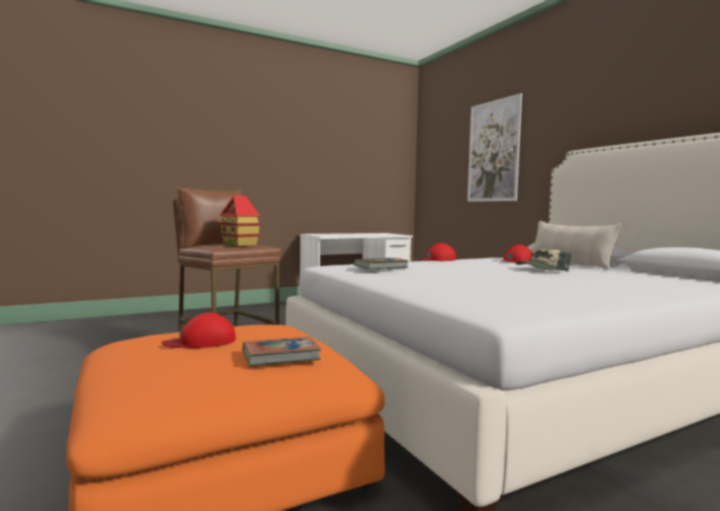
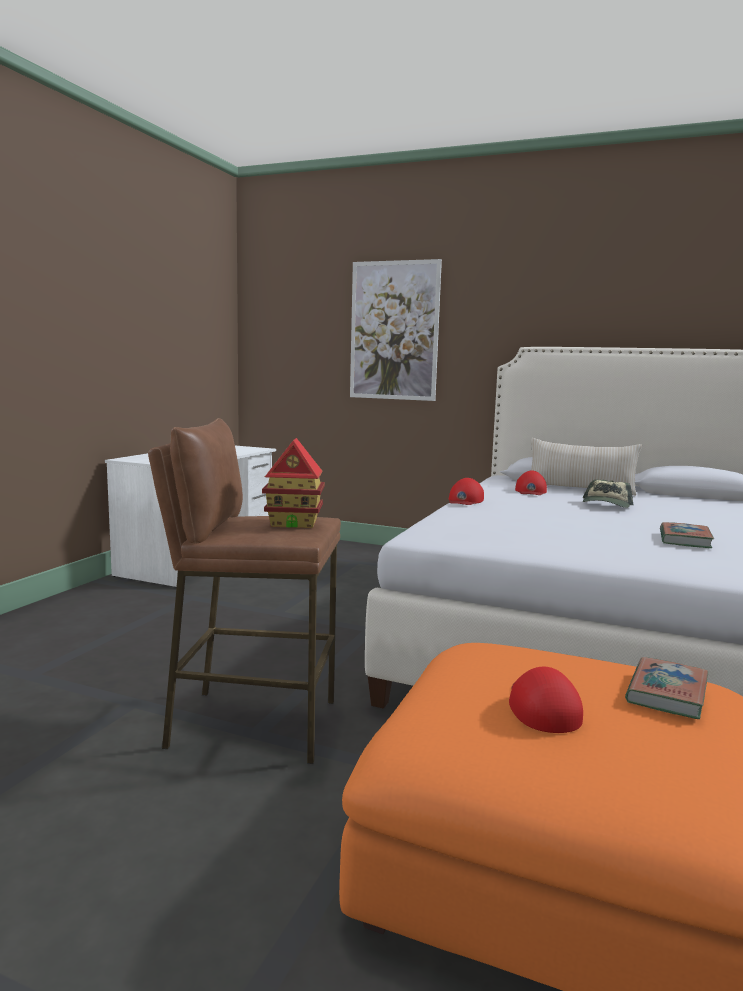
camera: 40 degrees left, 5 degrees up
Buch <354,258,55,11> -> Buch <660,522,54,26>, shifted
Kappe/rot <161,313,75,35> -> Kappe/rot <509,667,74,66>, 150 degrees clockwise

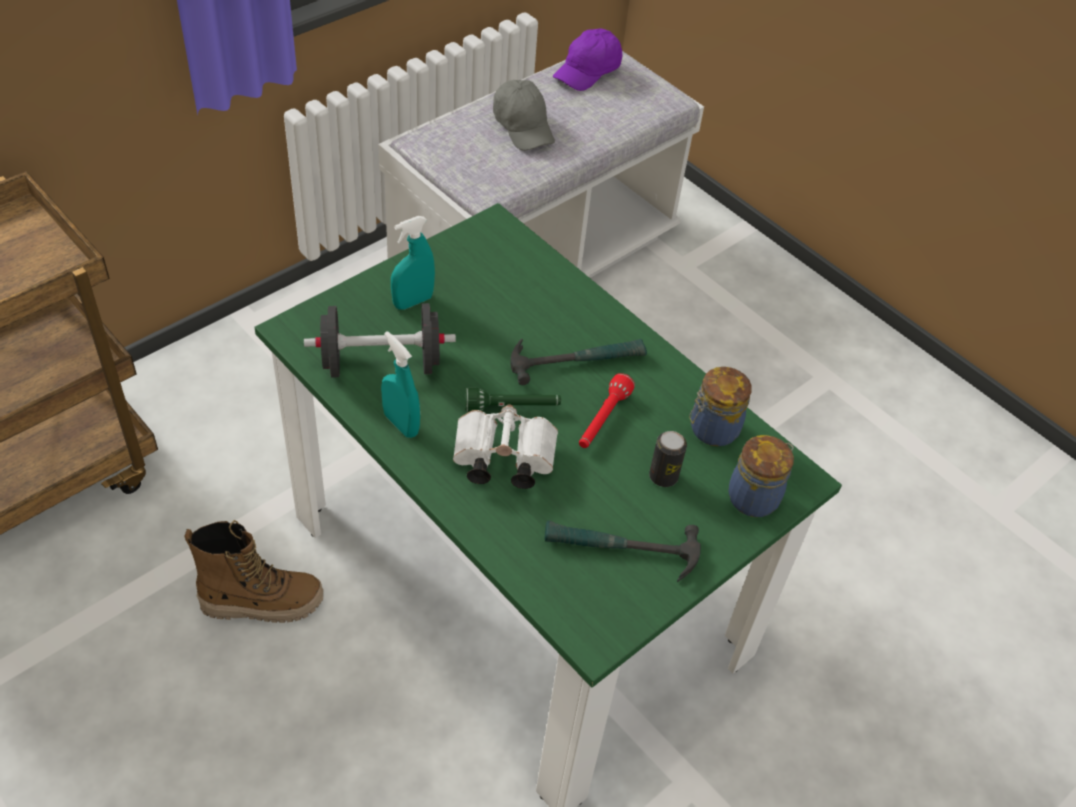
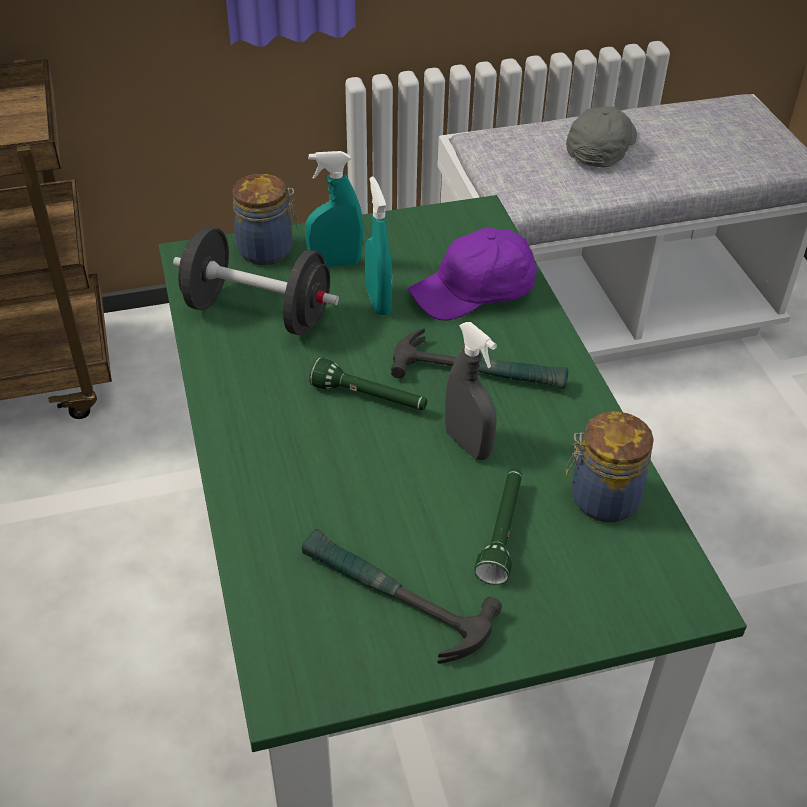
camera: 30 degrees right, 5 degrees down
Stiefel <184,520,139,103> -> none
Fernglas/weiß <453,404,105,85> -> none
Sprühflasche/türkis <381,331,39,107> -> Sprühflasche/türkis <365,177,27,138>, shifted
Kappe/lila <553,28,69,63> -> Kappe/lila <408,228,129,92>, shifted
Vorratsglas <728,435,66,82> -> Vorratsglas <232,174,66,91>, shifted
Taschenlampe/rot <579,373,56,75> -> Sprühflasche/grau <445,322,52,138>
Dose <649,431,38,56> -> Taschenlampe/grün <475,469,47,116>
Kappe/grau <493,80,62,71> -> Kappe/grau <566,106,71,61>, 150 degrees counterclockwise

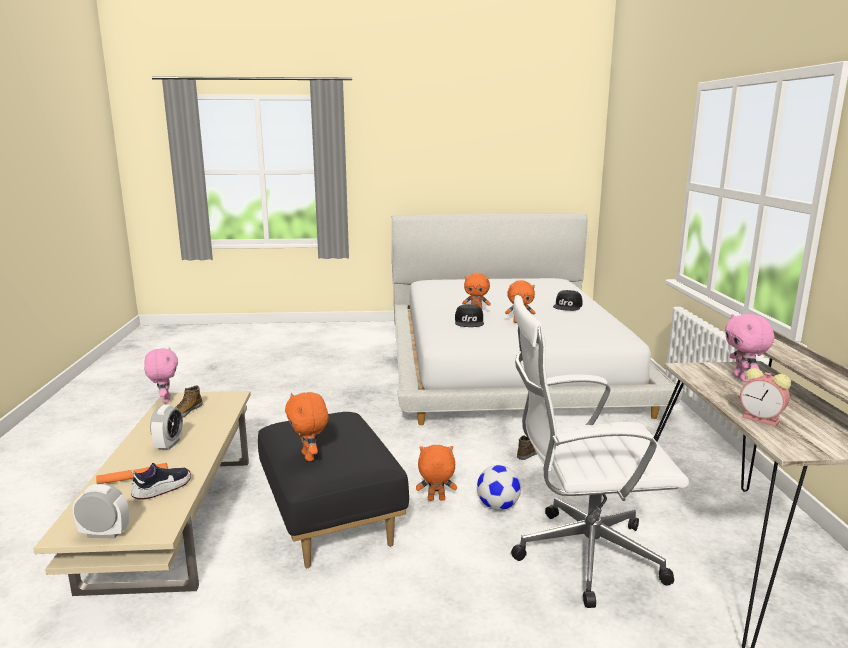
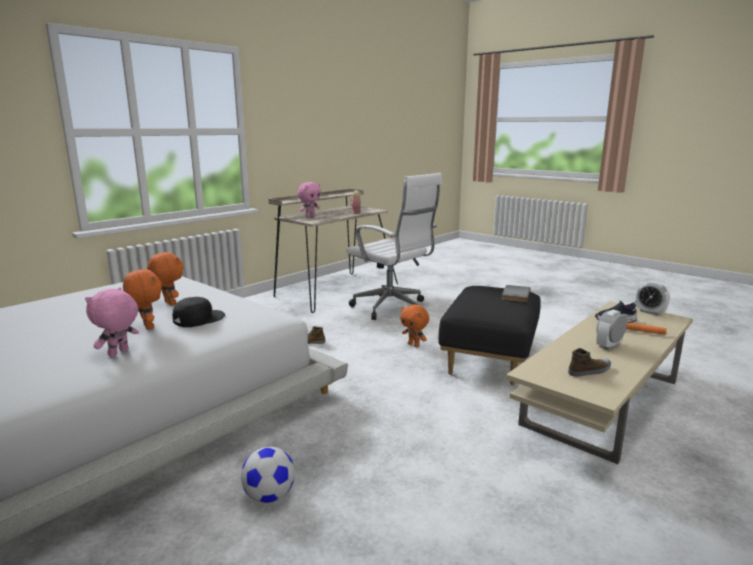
camera: 135 degrees left, 0 degrees up
Kappe/schwarz <553,290,30,21> -> none
Plüschtier/rosa <144,347,34,56> -> Plüschtier/rosa <85,287,54,70>, shifted
Fußball <477,465,44,45> -> Fußball <241,447,54,56>, shifted
Plüschtier/orange <285,392,44,69> -> Buch/grau <502,285,29,17>

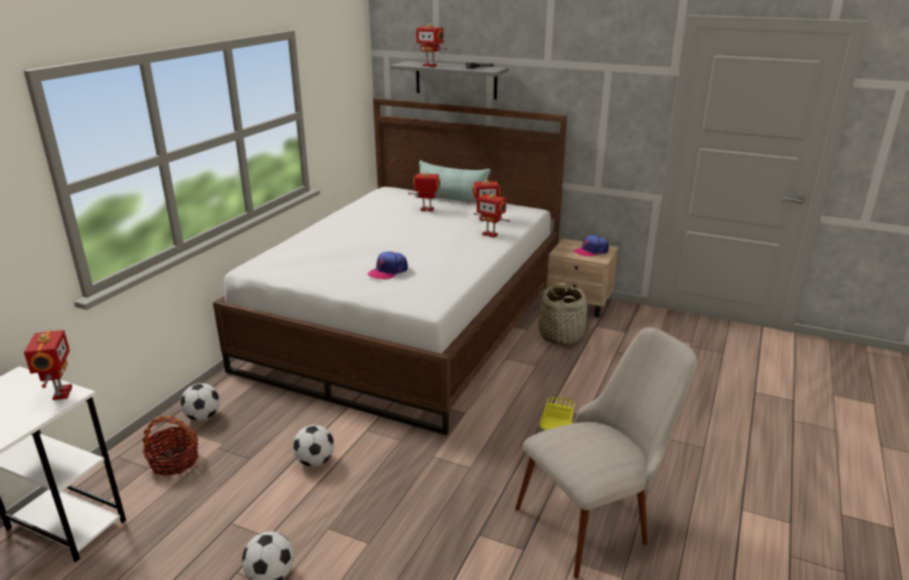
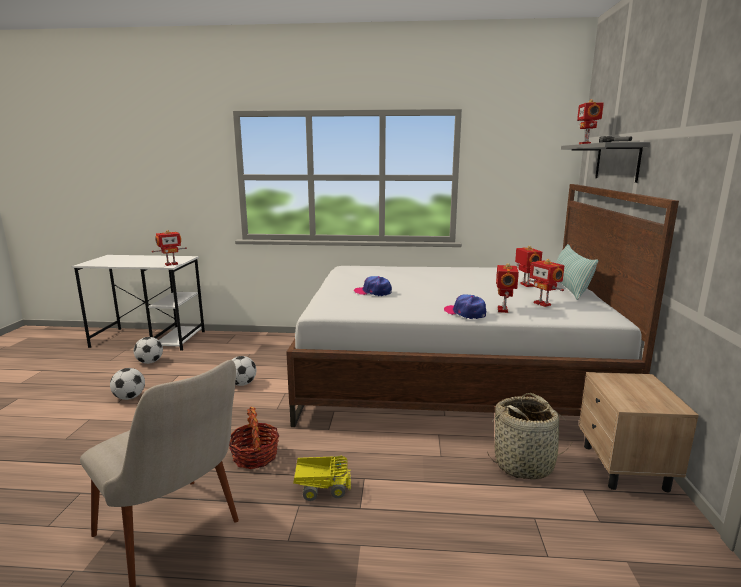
camera: 70 degrees right, 10 degrees down
Korb <142,416,56,60> -> Korb <229,407,50,62>, shifted
Fußball <180,383,40,38> -> Fußball <134,337,29,27>, shifted
Kappe <574,235,35,22> -> Kappe <444,295,42,24>, shifted

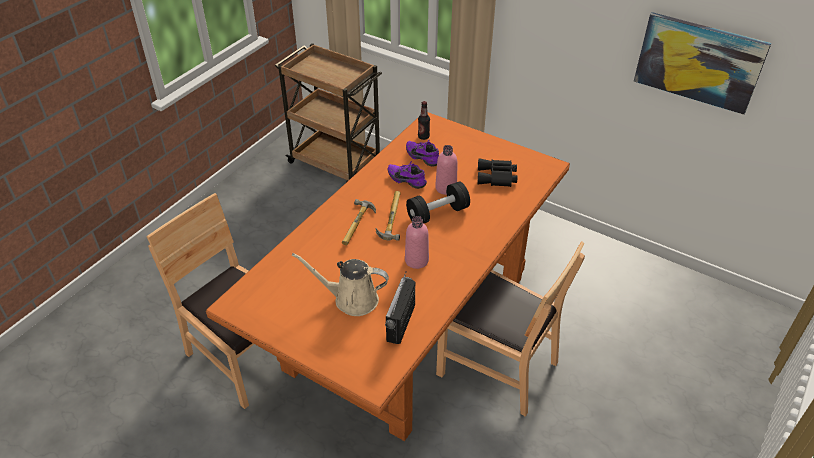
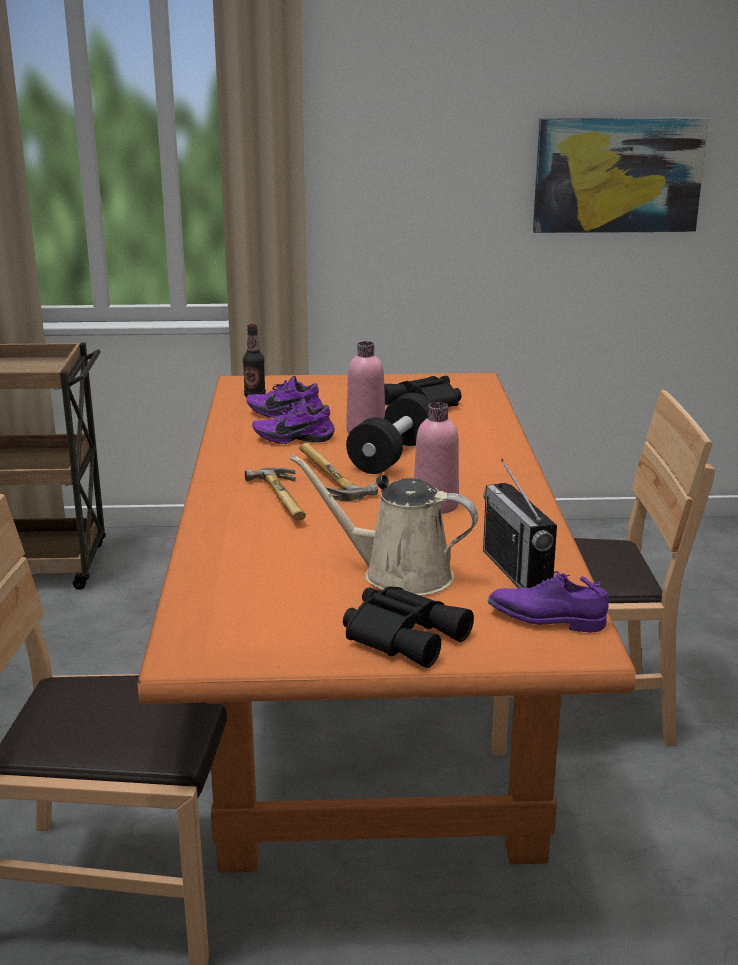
camera: 35 degrees left, 20 degrees down
none -> Fernglas/schwarz <343,586,131,82>
none -> Schuh/lila <488,571,121,62>
Gießkanne/beige <292,253,97,63> -> Gießkanne/beige <290,455,188,141>, 45 degrees clockwise

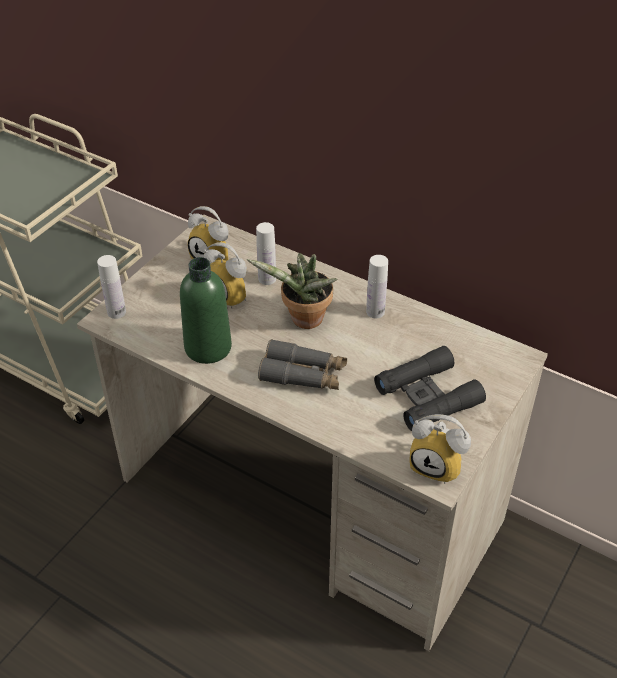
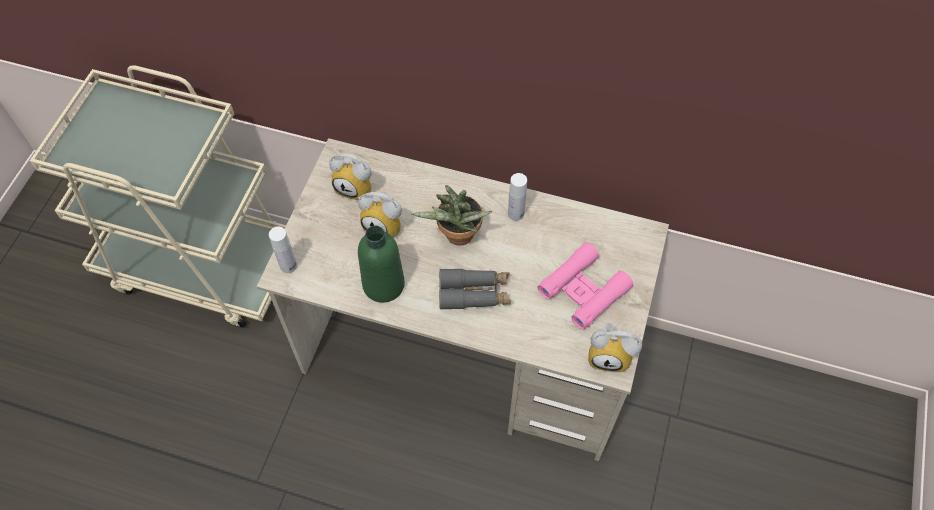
camera: 15 degrees left, 15 degrees up
Flasche/weiß <256,222,20,63> -> none
Fernglas/schwarz <374,346,112,85> -> Fernglas/rosa <537,242,97,88>

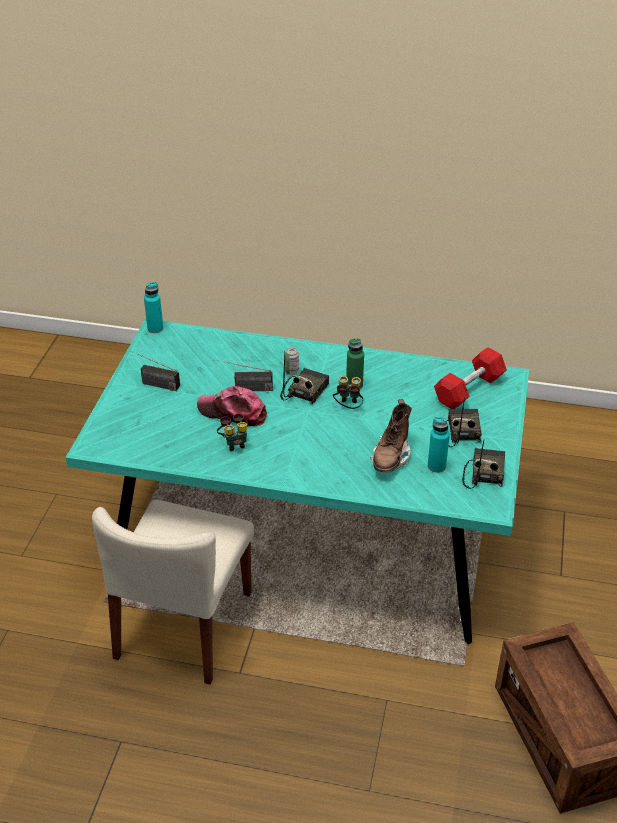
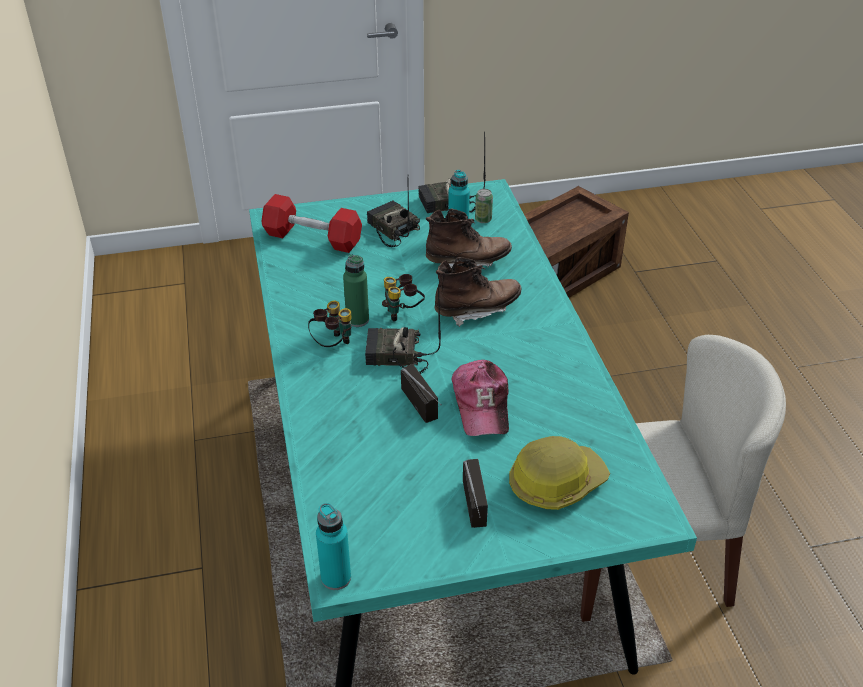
camera: 115 degrees left, 0 degrees up
none -> Stiefel/braun <435,257,87,70>
none -> Schutzhelm <509,436,101,74>
Fernglas <217,413,31,38> -> Fernglas <308,301,44,46>, shifted
Dose <285,348,14,27> -> Dose <475,189,18,34>, shifted
Radio <447,397,35,50> -> Radio <367,184,53,63>, 75 degrees clockwise

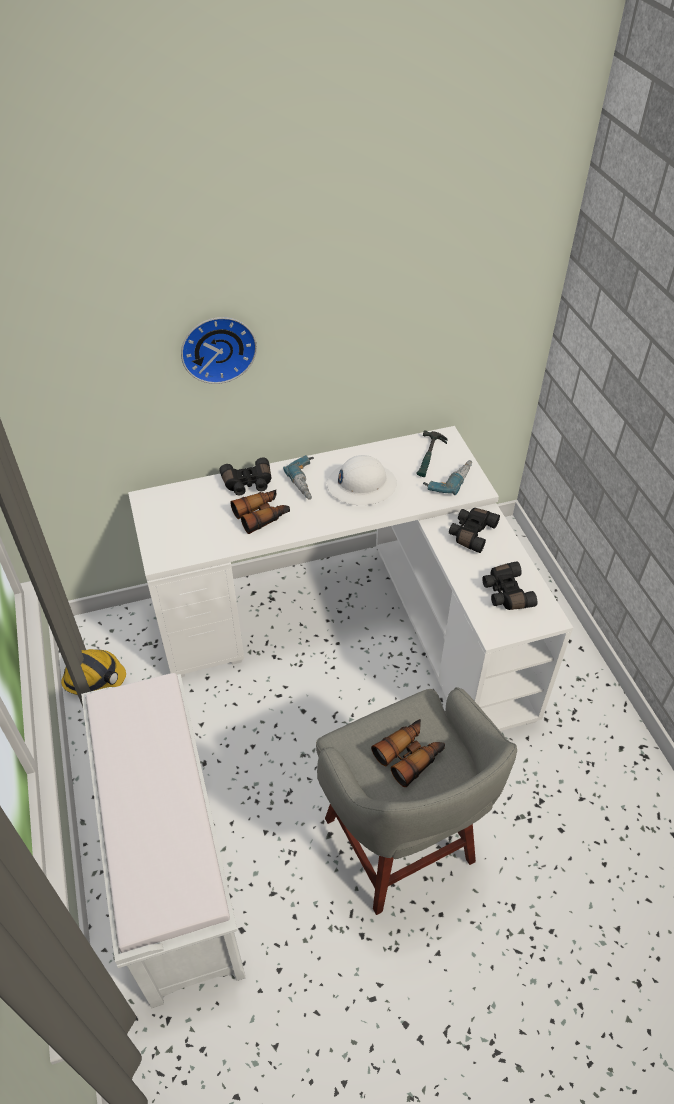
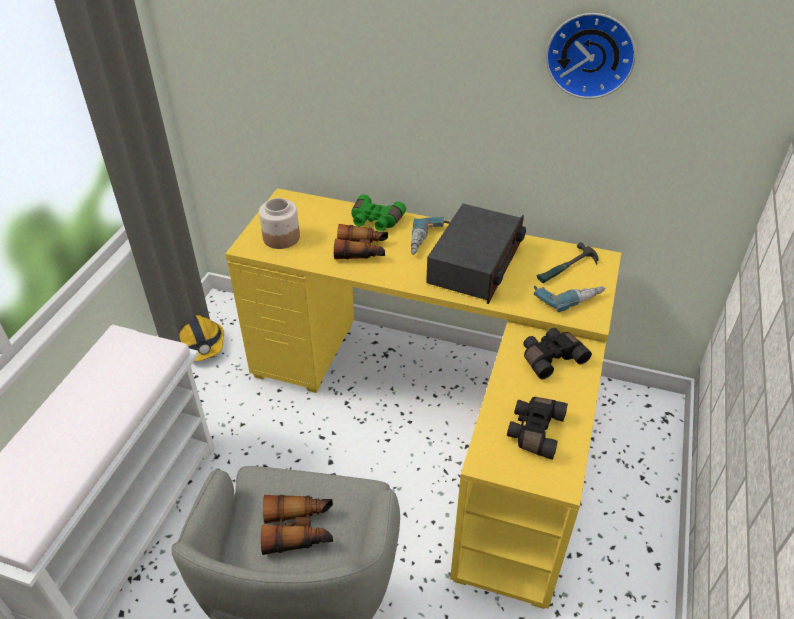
camera: 35 degrees right, 5 degrees down
none -> Vorratsglas <259,198,41,51>
Wanduhr <181,317,76,67> -> Wanduhr <546,13,90,86>, shifted
Schutzhelm/weiß <327,455,70,50> -> Radio <426,204,100,100>
Schreibtisch/weiß <128,426,445,305> -> Schreibtisch/gelb <225,188,396,421>
Fernglas/schwarz <219,457,52,39> -> Fernglas/grün <351,194,55,37>

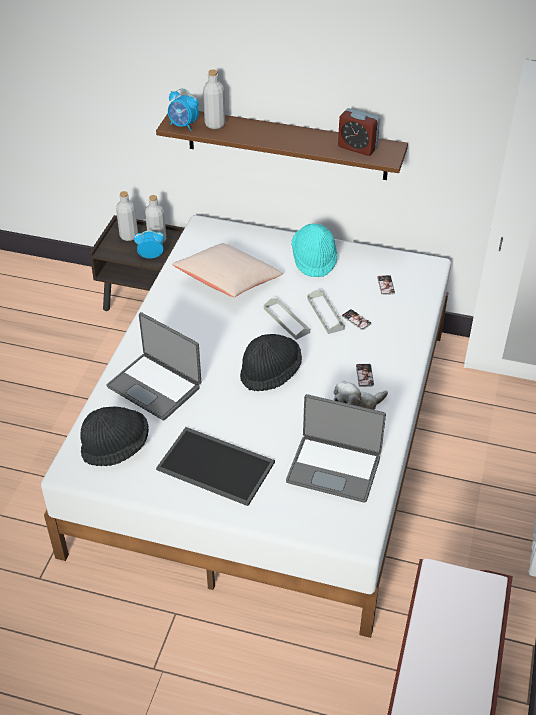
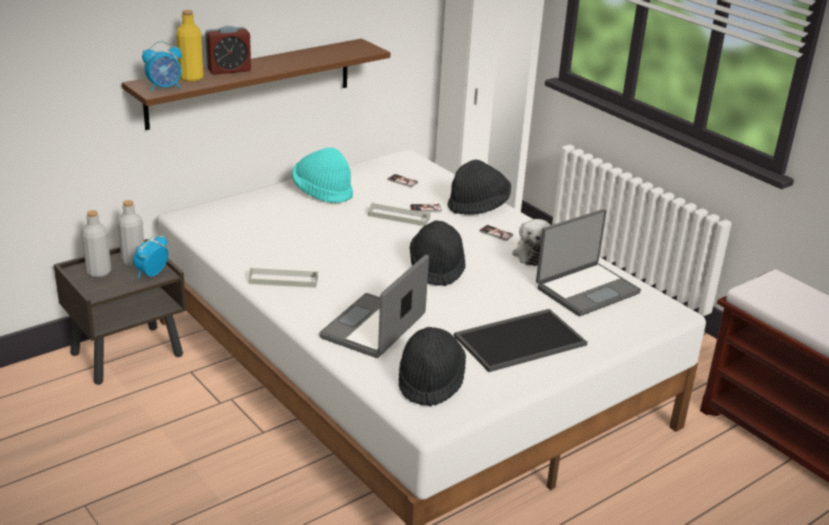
camera: 55 degrees left, 15 degrees down
Kissen/beige <172,243,111,54> -> none
none -> Hut/schwarz <448,159,63,56>
Tablett/grau <264,298,46,42> -> Tablett/grau <248,268,70,20>, shifted
Wecker <338,108,42,48> -> Wecker <205,26,46,49>, shifted
Flasche/grau <203,70,22,59> -> Flasche/gelb <176,10,27,72>
Laptop <107,312,94,108> -> Laptop <319,255,110,103>, 135 degrees clockwise

